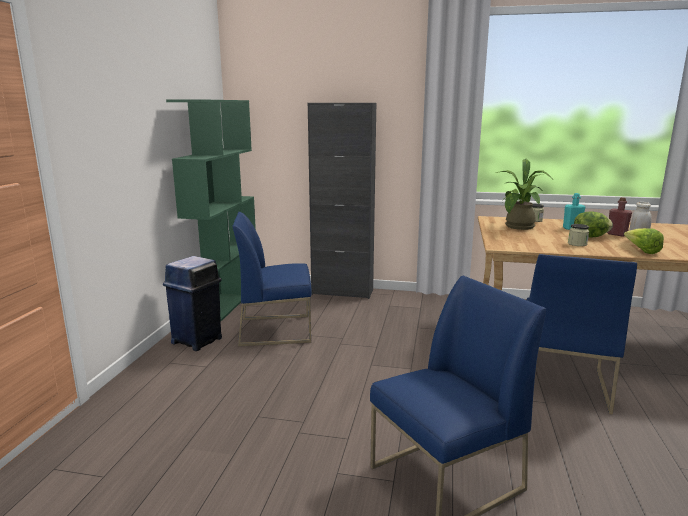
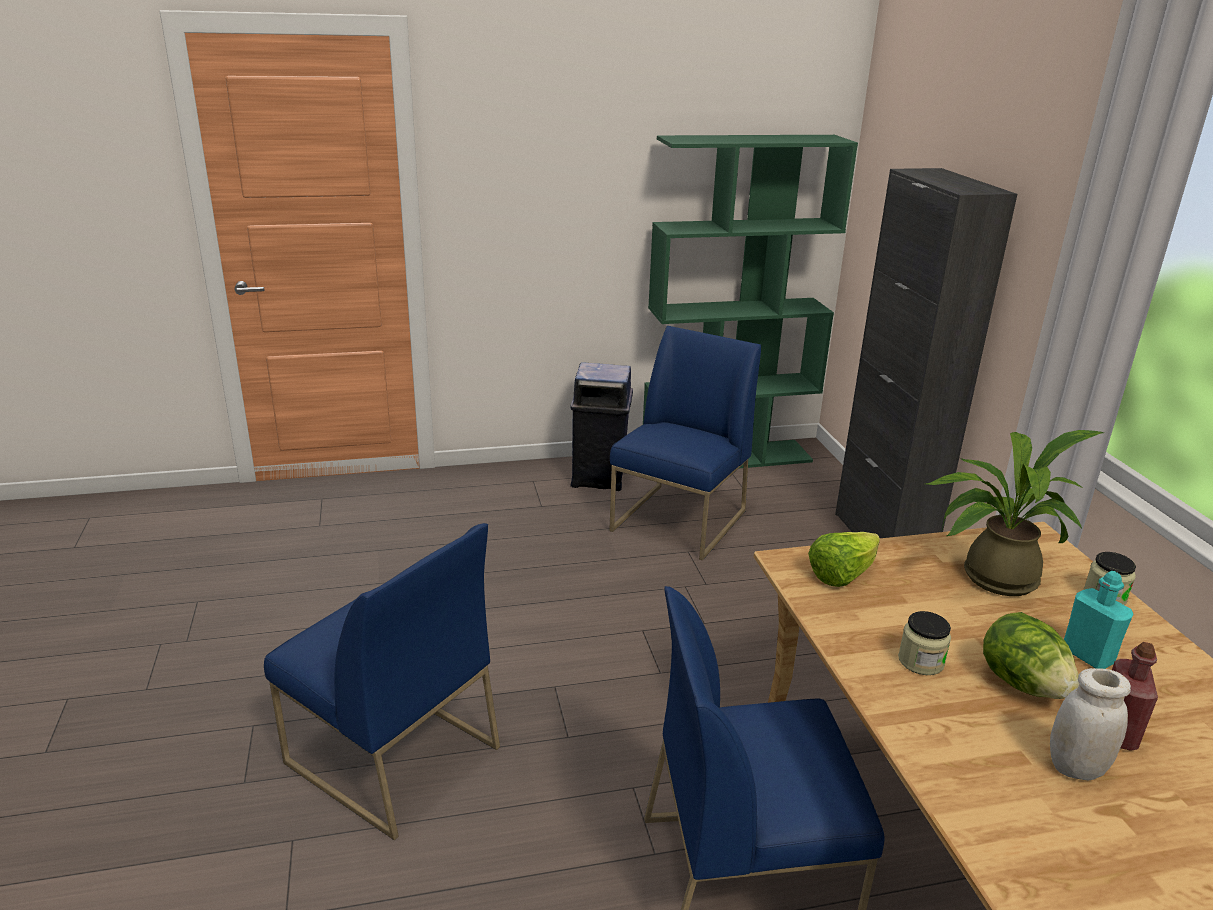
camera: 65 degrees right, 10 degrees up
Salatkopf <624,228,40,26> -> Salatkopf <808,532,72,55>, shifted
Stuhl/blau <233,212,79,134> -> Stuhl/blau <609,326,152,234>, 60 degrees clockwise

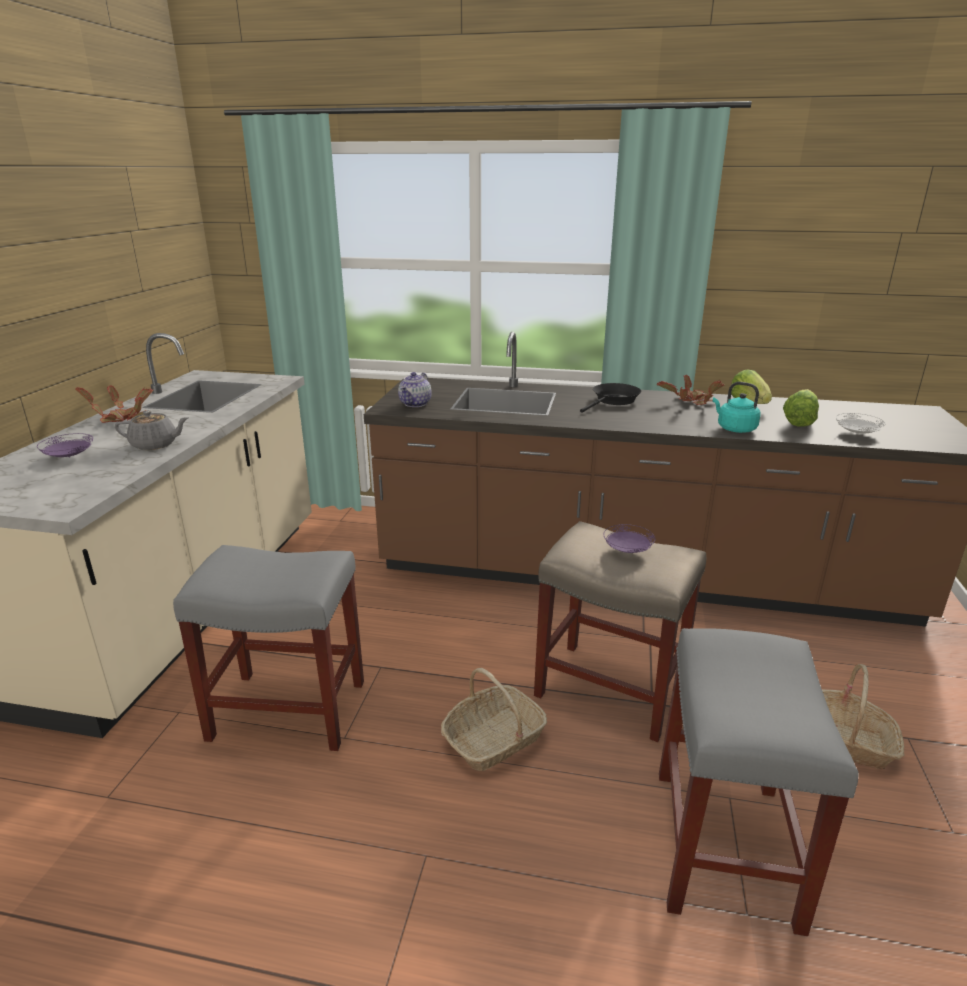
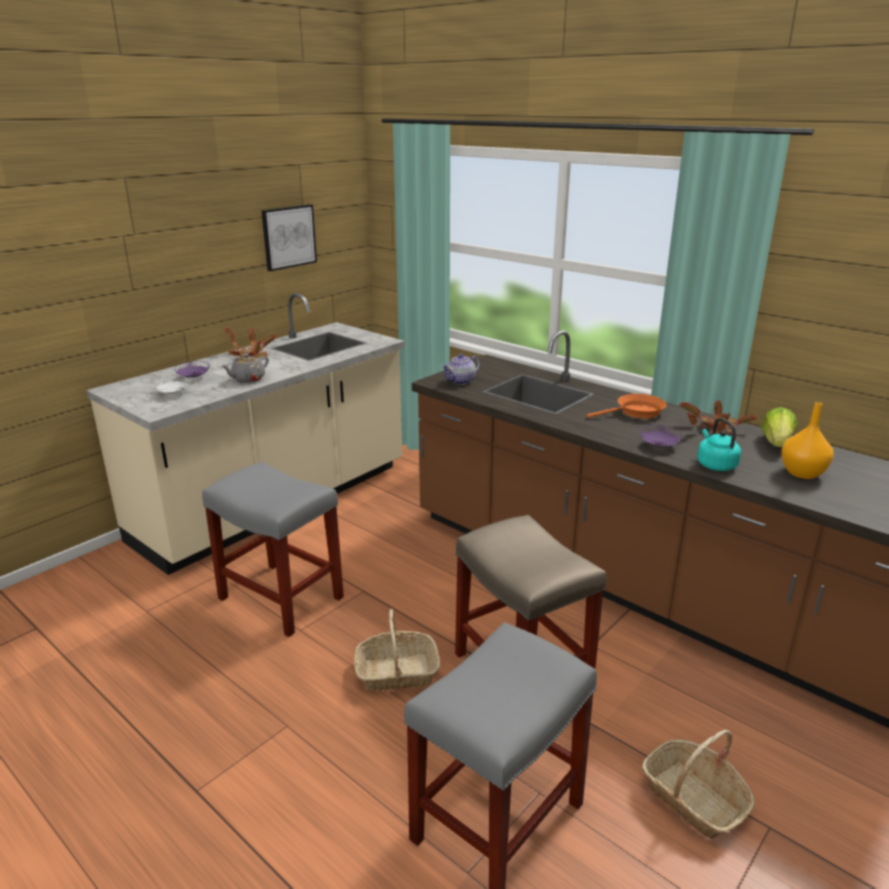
camera: 30 degrees right, 0 degrees up
none -> Bild <261,204,56,67>
Teller/lila <604,524,51,29> -> Teller/lila <639,425,44,22>, shifted
Teller/weiß <836,413,49,21> -> Teller/weiß <152,376,38,18>, shifted
Salatkopf <783,389,36,38> -> Vase/orange <781,402,53,77>
Pfanne/schwarz <580,383,61,30> -> Pfanne/orange <587,394,80,25>
Teekanne/grau <115,410,73,40> -> Teekanne/grau <221,354,48,29>, 105 degrees clockwise

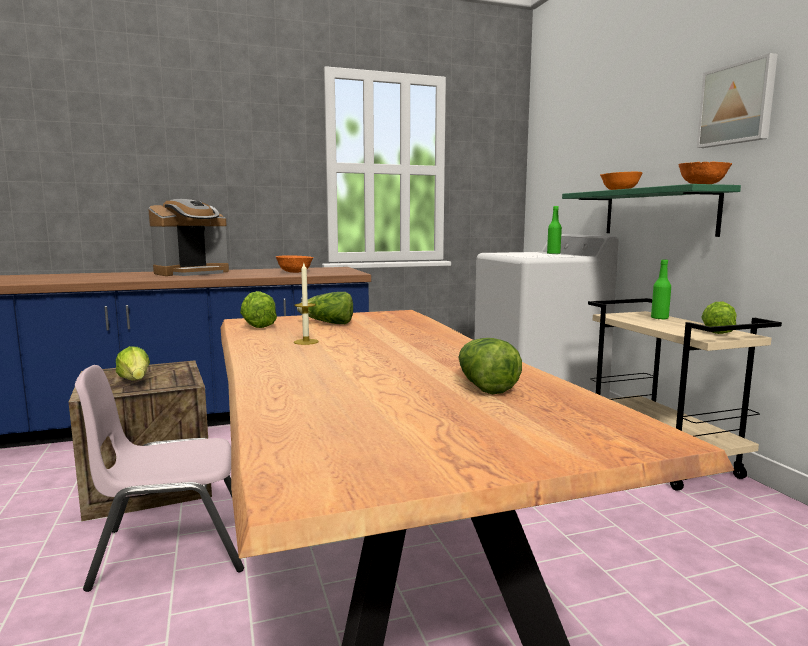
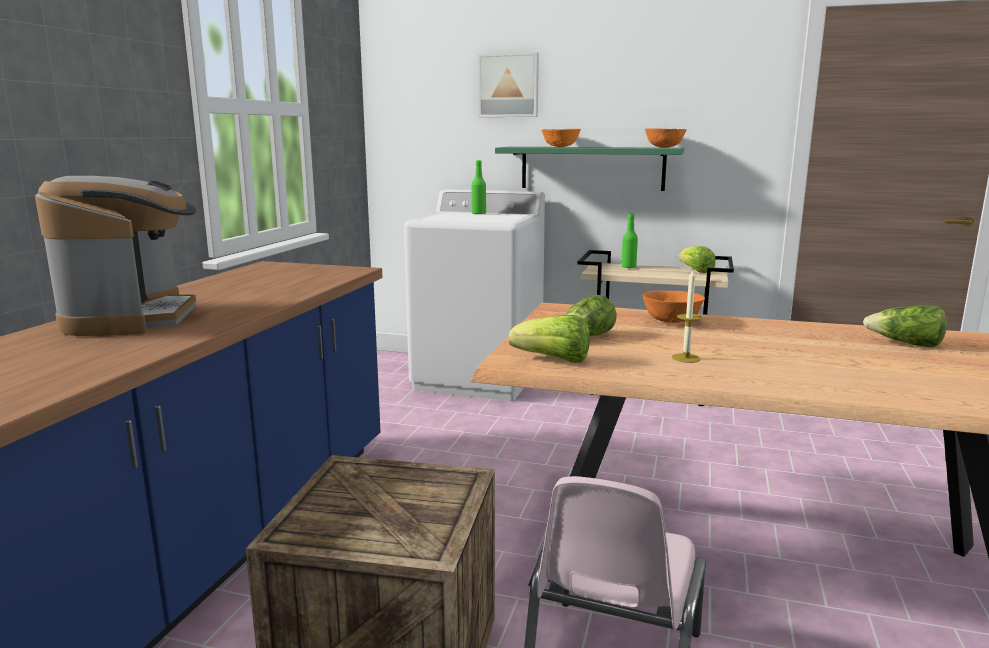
camera: 55 degrees left, 5 degrees up
Salatkopf <116,346,34,35> -> none
Schüssel/orange <276,256,38,17> -> Schüssel/orange <642,290,63,33>, shifted
Bild <697,53,81,95> -> Bild <478,52,61,65>, shifted

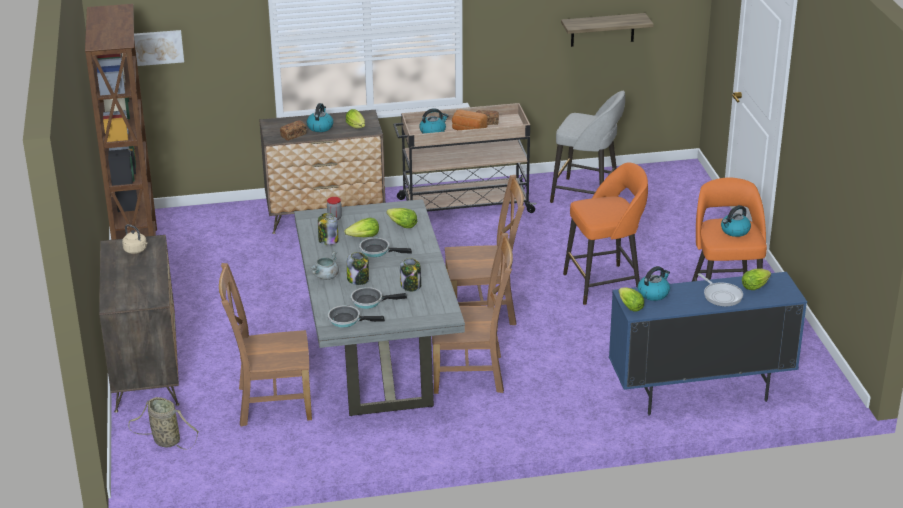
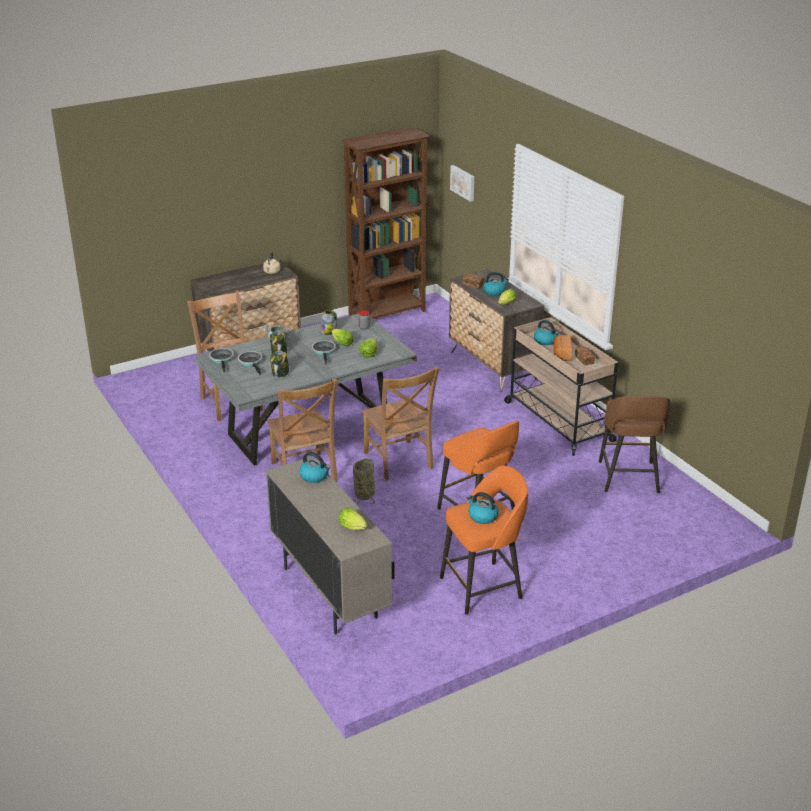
camera: 70 degrees right, 0 degrees up
Wandregal <561,13,93,34> -> none
Salatkopf <619,287,25,25> -> none
Pfanne <698,273,45,33> -> none
Korb <128,397,71,53> -> Korb <353,458,23,49>, shifted
Hocker/grau <550,91,75,112> -> Hocker/braun <599,396,71,97>
Schrank/blau <609,272,198,144> -> Schrank/beige <266,456,128,178>

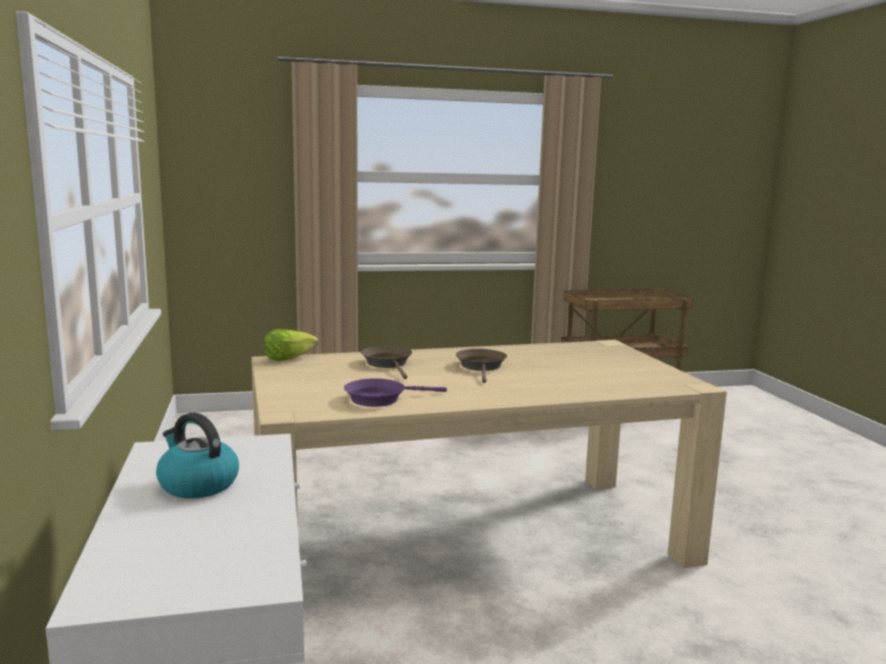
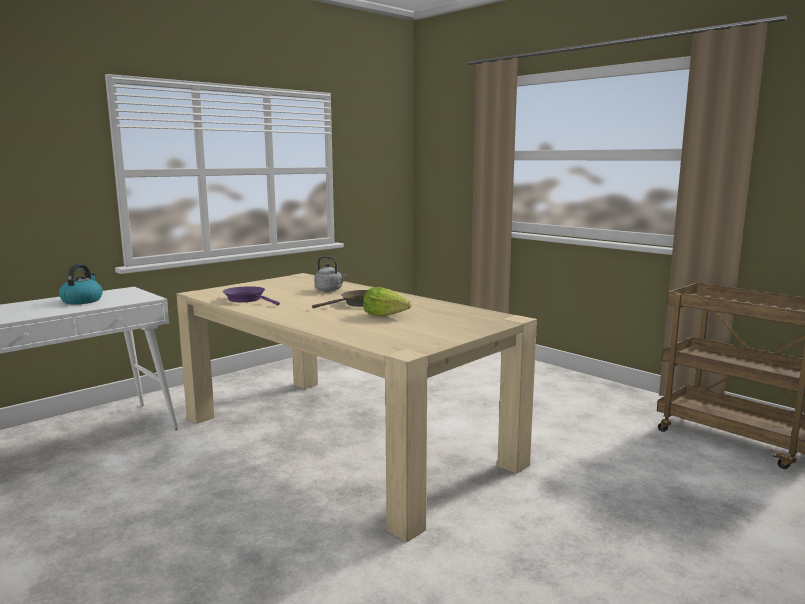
camera: 60 degrees right, 0 degrees up
Salatkopf <264,329,54,32> -> Salatkopf <363,287,49,29>, shifted
Pfanne/braun <361,346,51,33> -> Wasserkessel/grau <314,256,33,35>

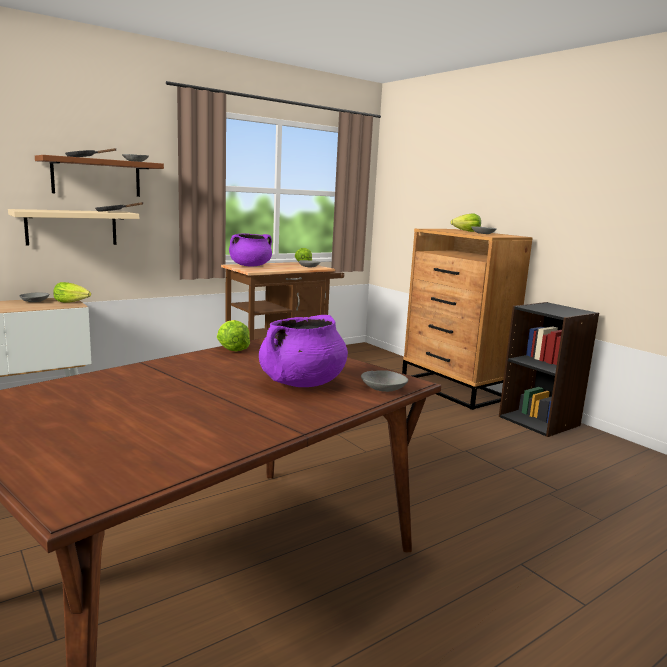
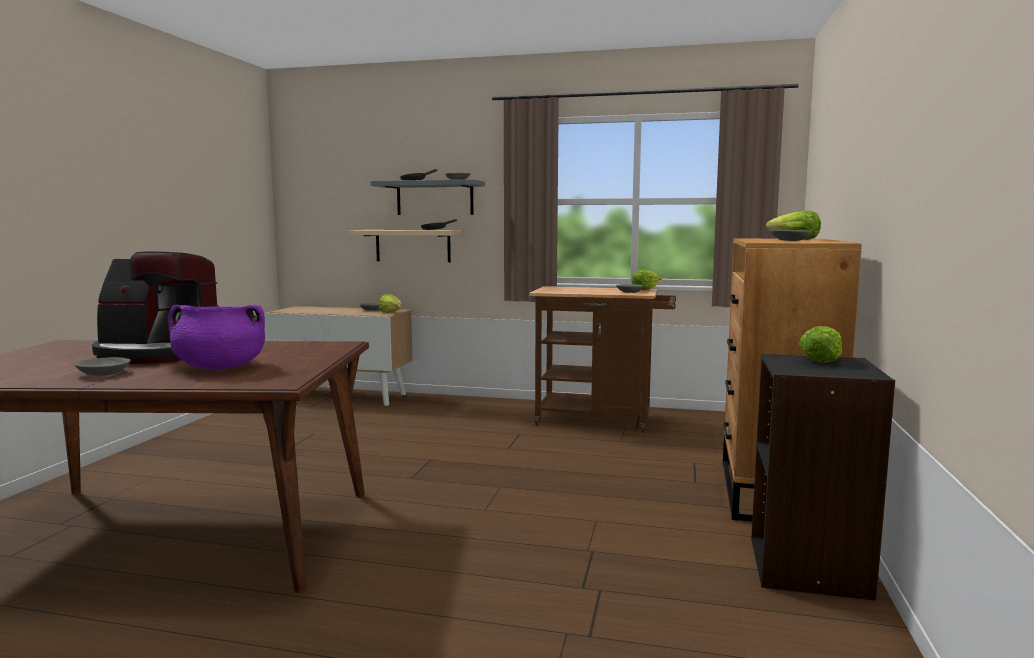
camera: 50 degrees right, 5 degrees down
Kochtopf/lila <229,233,43,34> -> none
none -> Kaffeemaschine <92,251,127,113>
Salatkopf <217,320,33,31> -> Salatkopf <799,326,43,37>, shifted
Schüssel/grau <361,370,47,22> -> Schüssel/grau <74,357,57,19>, shifted
Wandregal/braun <35,155,129,42> -> Wandregal/grau <370,179,115,36>

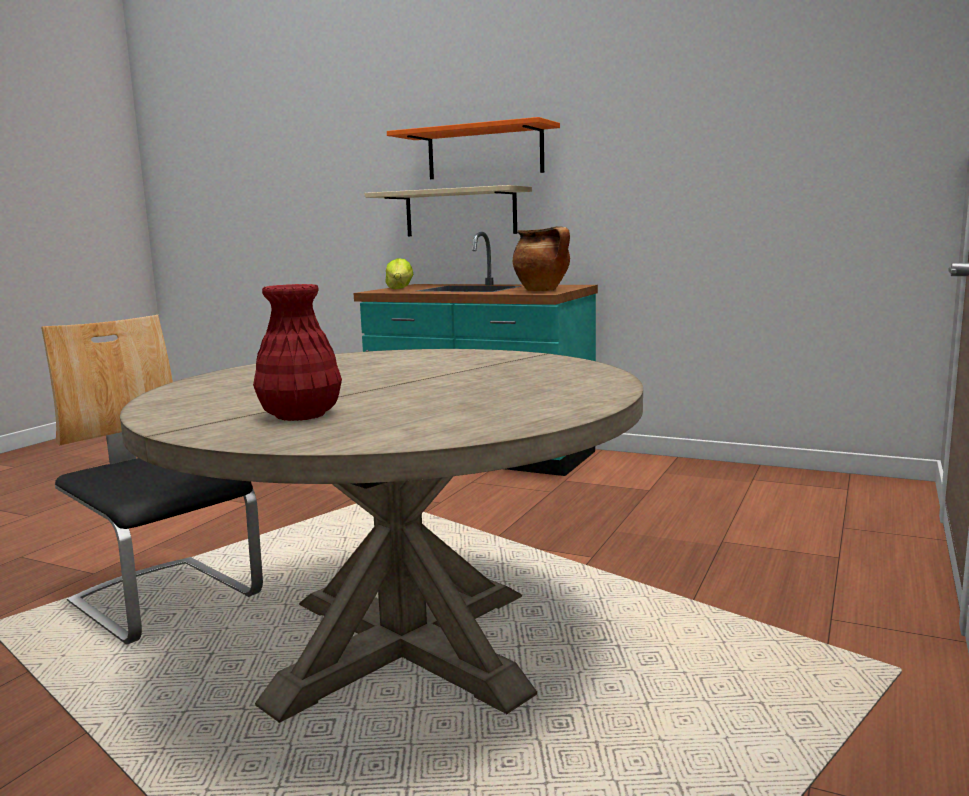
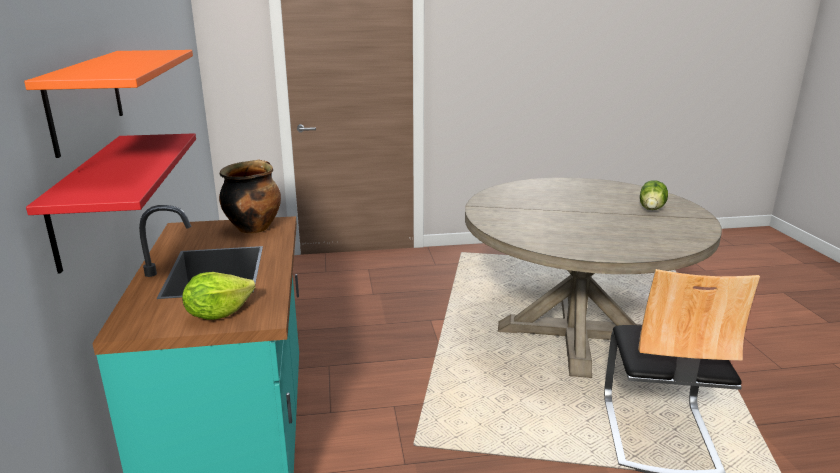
camera: 125 degrees left, 10 degrees up
Vase/rot <253,284,89,137> -> Salatkopf <640,181,28,29>
Wandregal/beige <365,185,167,51> -> Wandregal/rot <26,133,170,141>

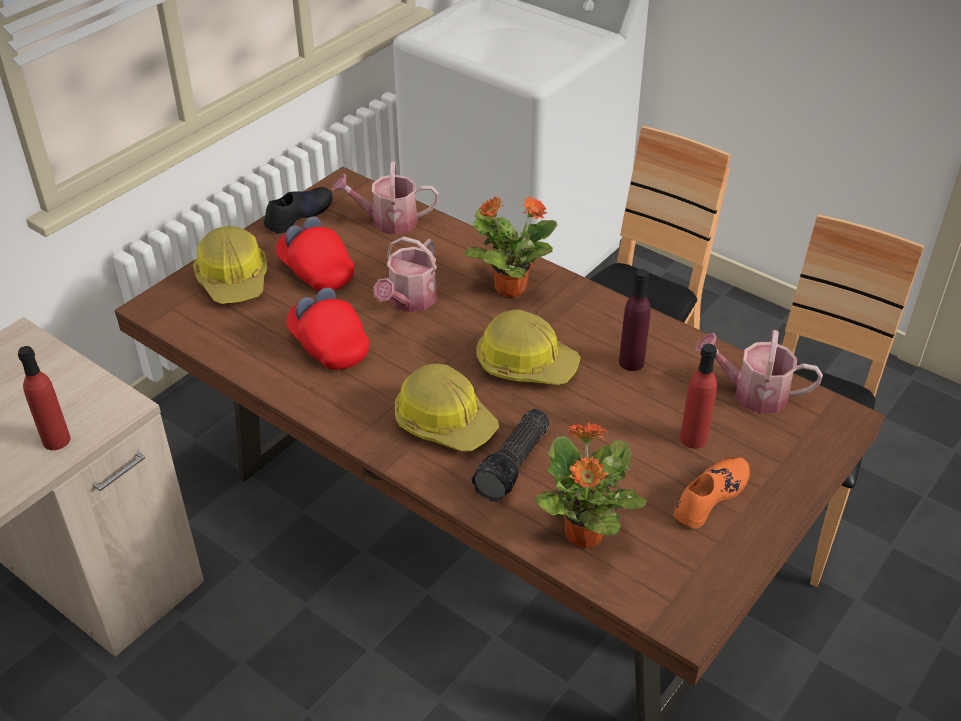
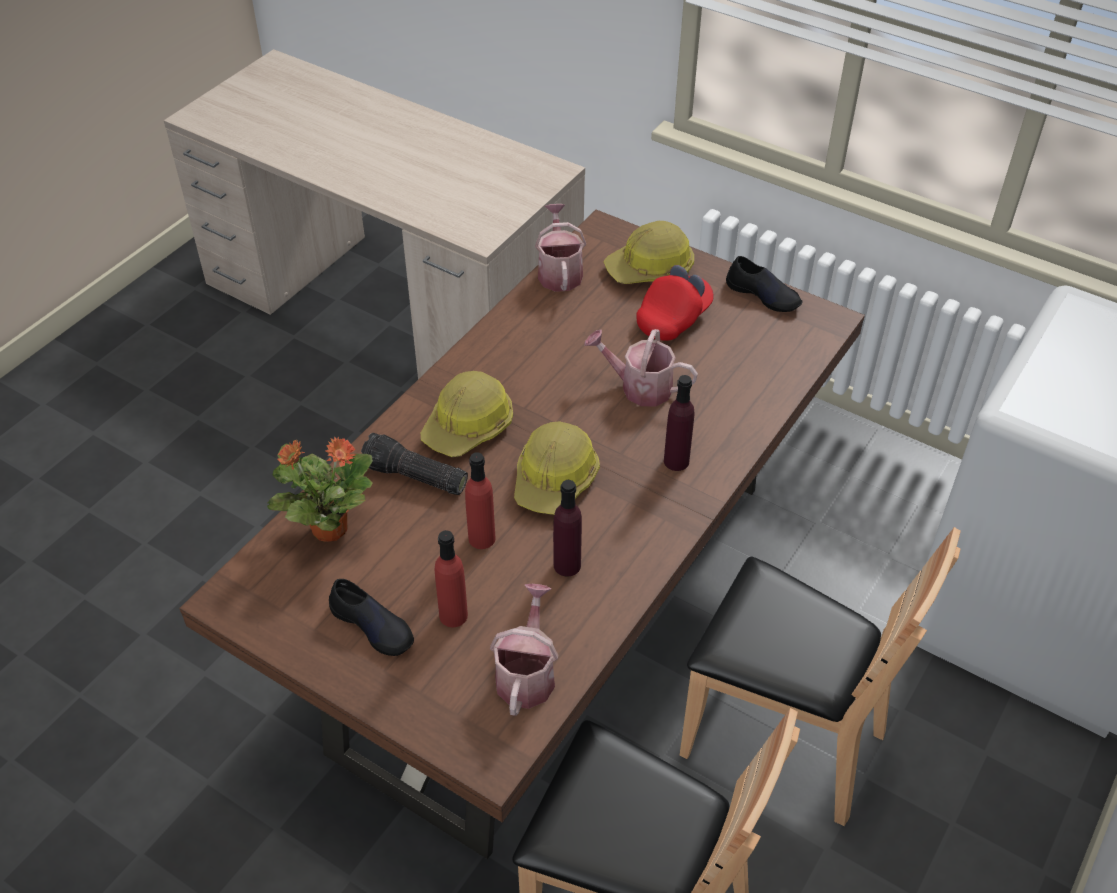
camera: 85 degrees right, 5 degrees up
Kappe/rot <286,287,83,83> -> none
Flasche/rot <18,346,53,104> -> Flasche/rot <465,452,31,97>, shifted
Gießkanne <332,161,107,74> -> Gießkanne <535,204,51,88>, shifted
Topfpflanze <465,196,92,101> -> Flasche/lila <664,375,31,96>
Schuh/orange <673,457,77,72> -> Schuh/schwarz <329,579,85,77>

